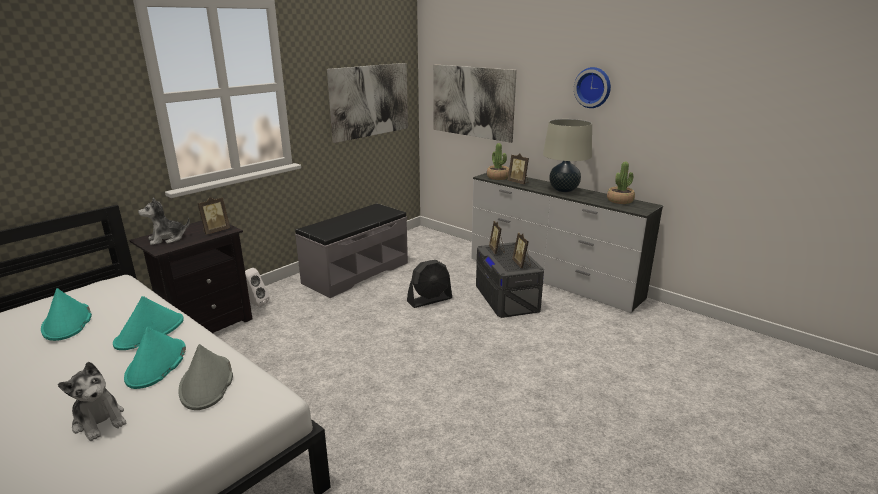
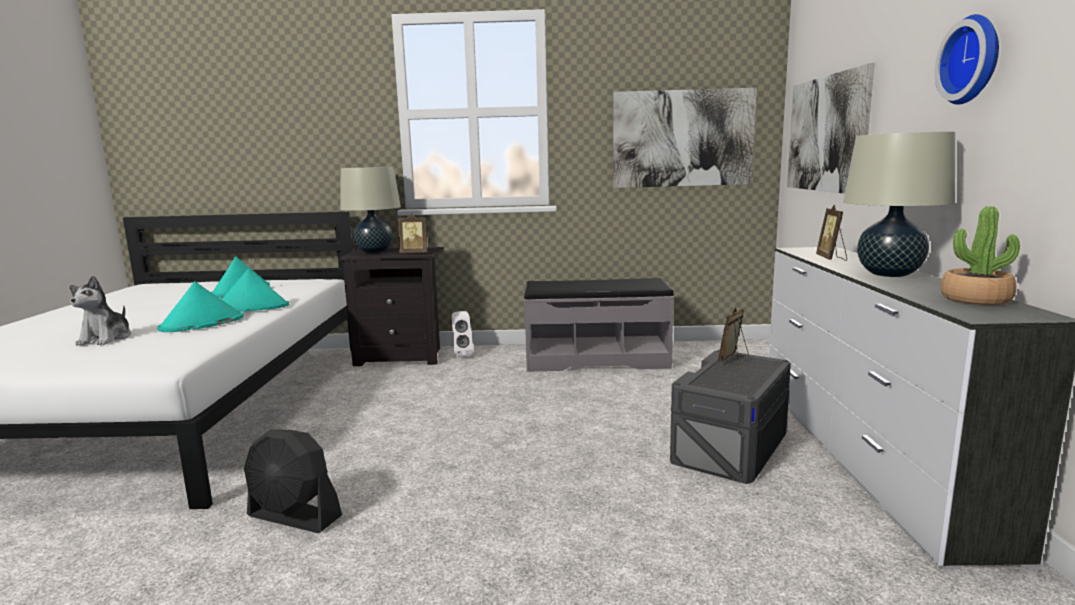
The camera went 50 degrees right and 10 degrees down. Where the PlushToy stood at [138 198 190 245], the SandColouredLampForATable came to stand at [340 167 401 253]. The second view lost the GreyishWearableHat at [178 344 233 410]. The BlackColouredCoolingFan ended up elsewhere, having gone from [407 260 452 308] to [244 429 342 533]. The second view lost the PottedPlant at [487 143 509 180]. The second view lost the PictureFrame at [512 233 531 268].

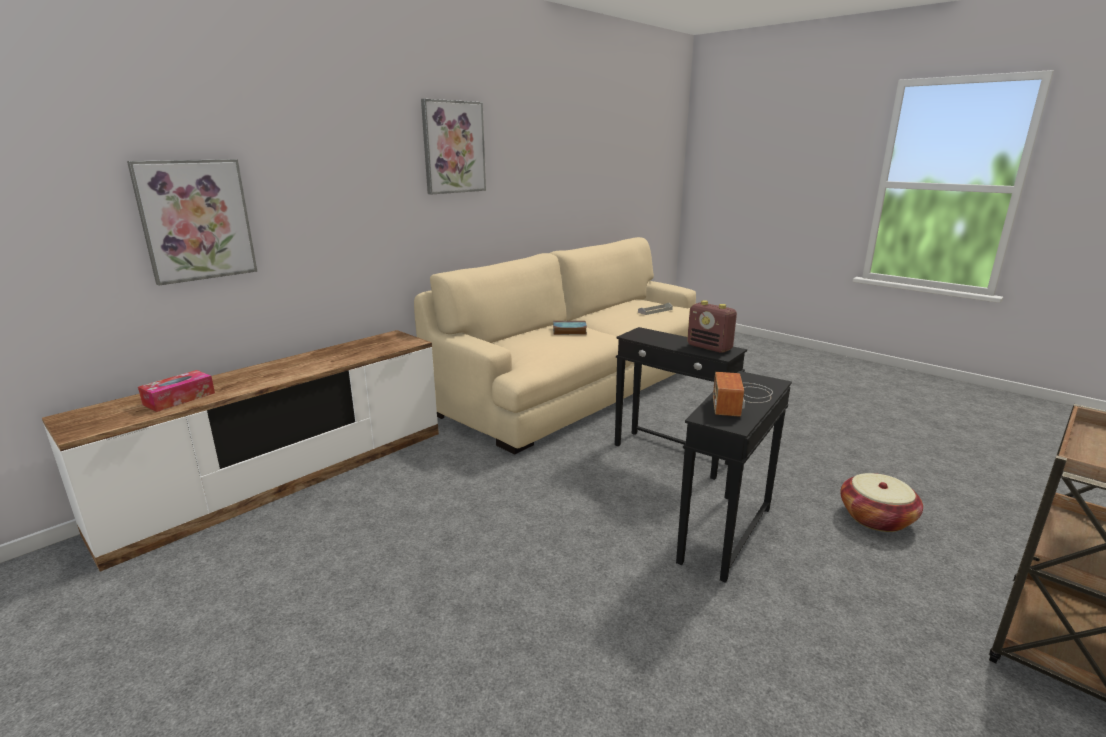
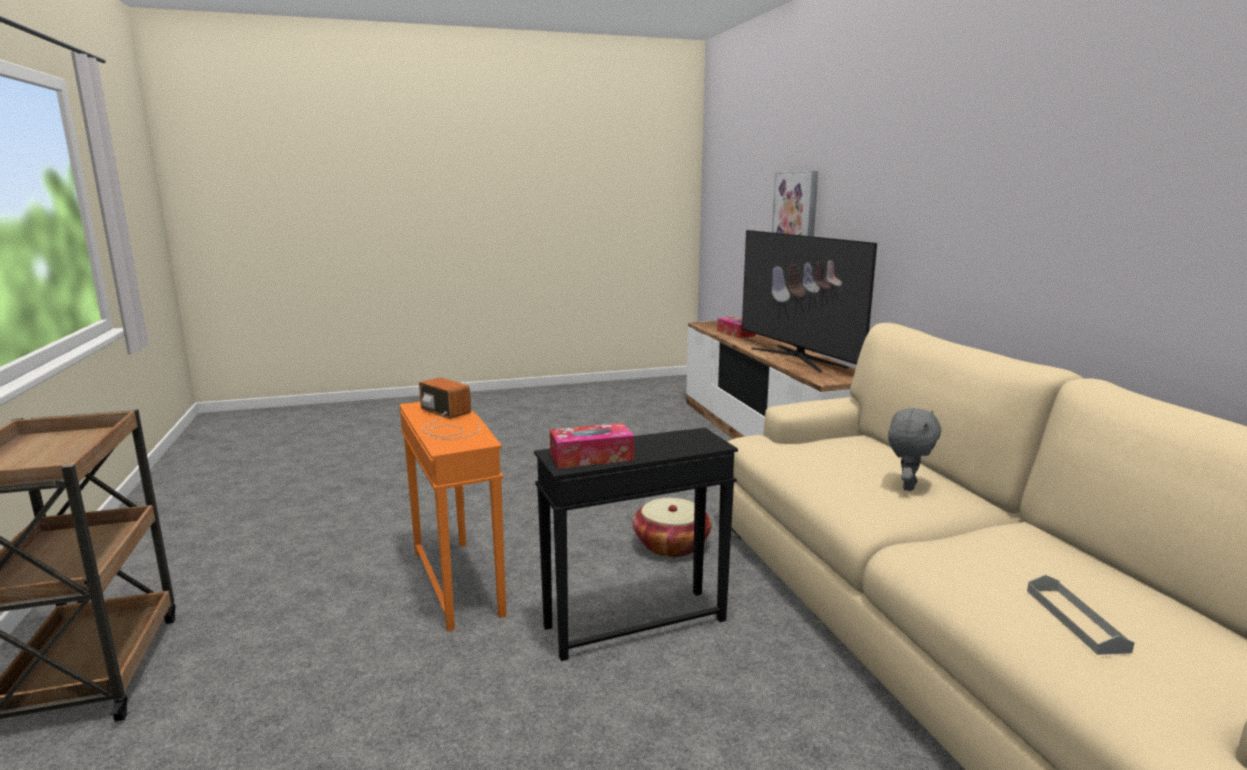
The camera went 120 degrees right and 5 degrees down. The second view lost the WallArt at [421 99 486 194]. Where the Book stood at [553 321 587 335], the GreyishPlushToy came to stand at [888 408 941 491]. What was the BlackColouredAccentTable at [676 371 792 583] turned into the OrangeColouredAccentTable at [399 402 506 631]. Where the RadioSet stood at [687 300 737 353], the TissueHolder came to stand at [550 423 634 468]. The Basket ended up elsewhere, having gone from [840 473 923 532] to [633 498 712 557]. The second view gained the TvSet at [742 230 877 372].

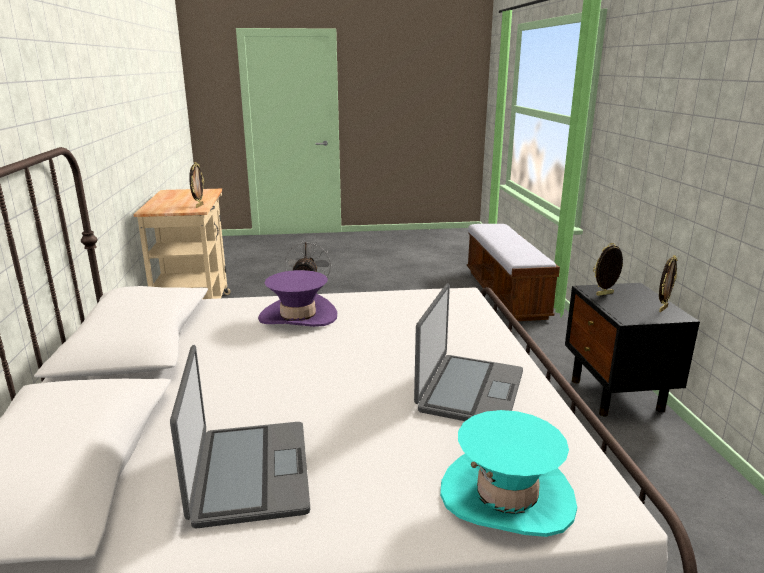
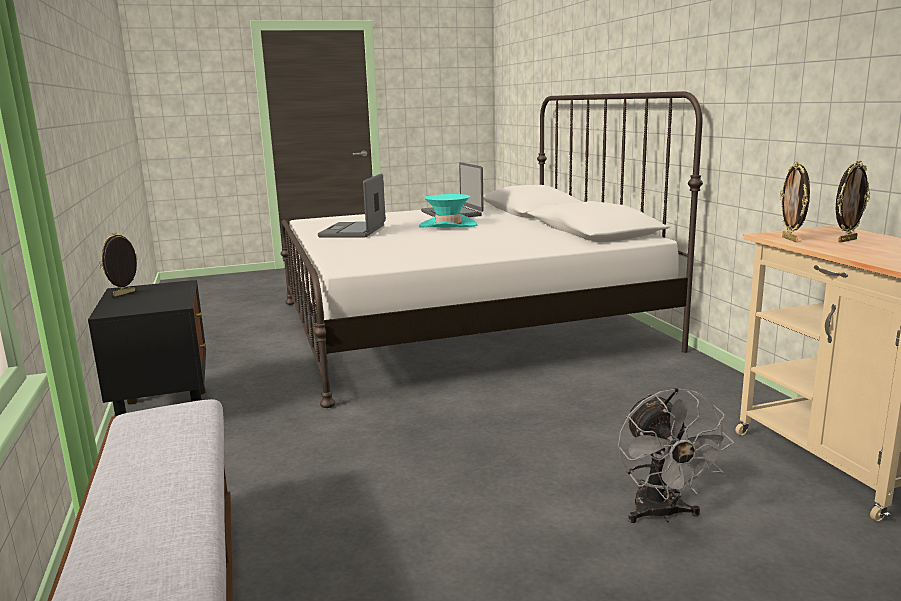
The camera went 170 degrees right and 5 degrees down. The second view lost the PurplishWearableHat at [258 270 337 327]. The BlueGreenWearableHat ended up elsewhere, having gone from [440 410 577 537] to [419 194 477 228]. The PictureFrame ended up elsewhere, having gone from [593 243 623 296] to [836 160 870 243].

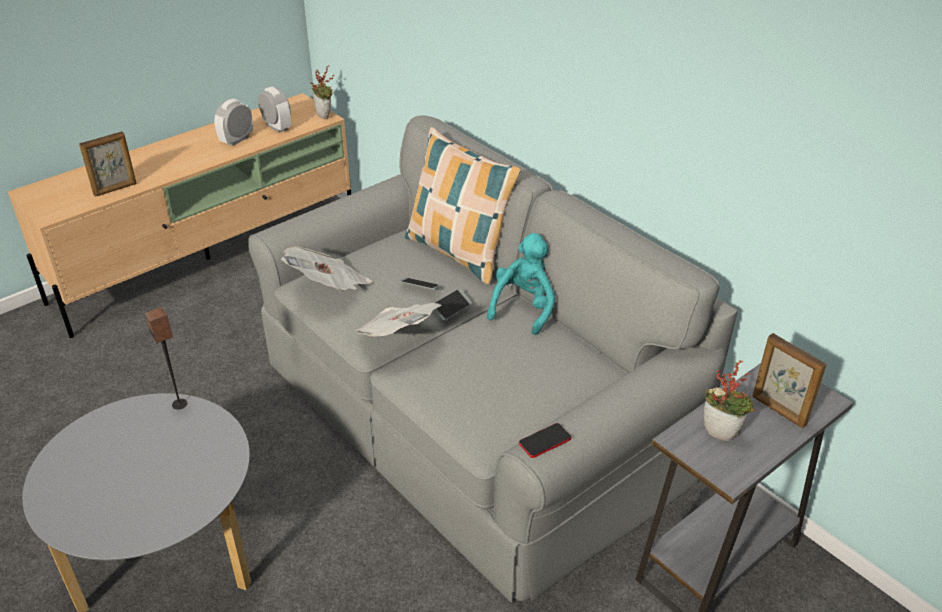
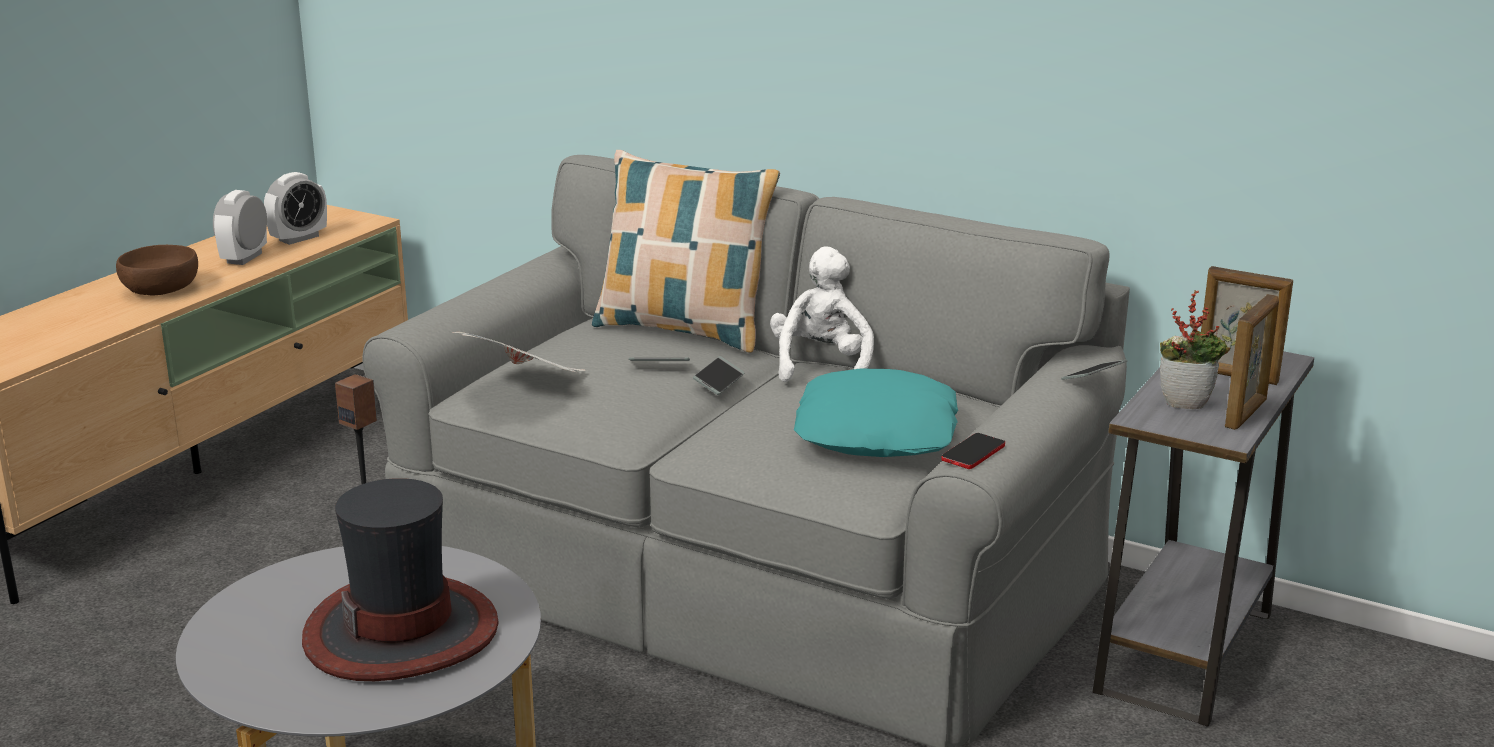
The camera went 20 degrees left and 15 degrees down. The PictureFrame ended up elsewhere, having gone from [79 131 137 197] to [1225 294 1279 430]. The BedsideClock at [258 87 291 133] ended up facing another way, 105 degrees clockwise from before. The second view lost the PottedPlant at [310 65 335 119]. The second view lost the DailyPaper at [354 302 441 337]. What was the BlueGreenPlushToy at [487 233 556 335] turned into the WhitePlushToy at [770 246 874 382]. The second view gained the BrownDeepDish at [116 245 198 295]. The second view gained the WearableHat at [302 478 499 681]. The second view gained the BlueGreenThrowPillow at [794 368 958 457]. The second view gained the Telephone at [1061 359 1127 380].

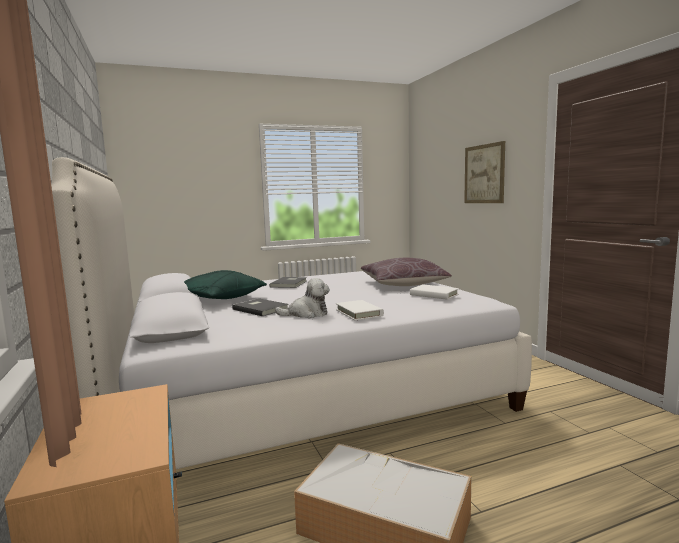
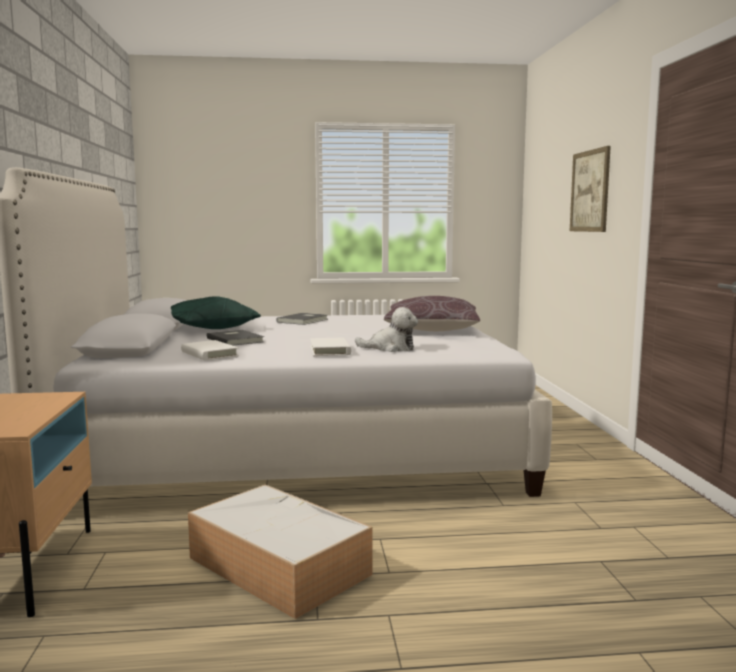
The camera went 15 degrees right and 0 degrees up. The PlushToy ended up elsewhere, having gone from [275 278 330 318] to [355 307 418 352]. The WhiteBook ended up elsewhere, having gone from [410 284 459 300] to [181 340 239 360].

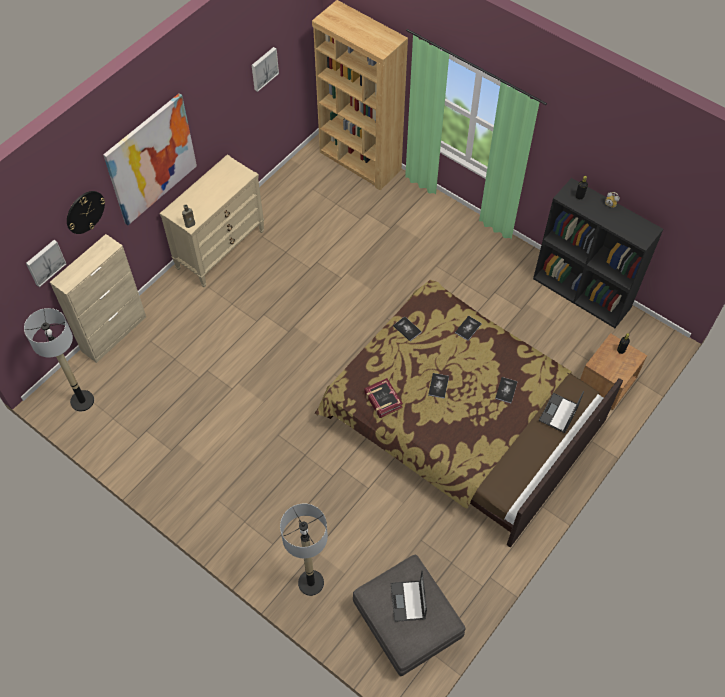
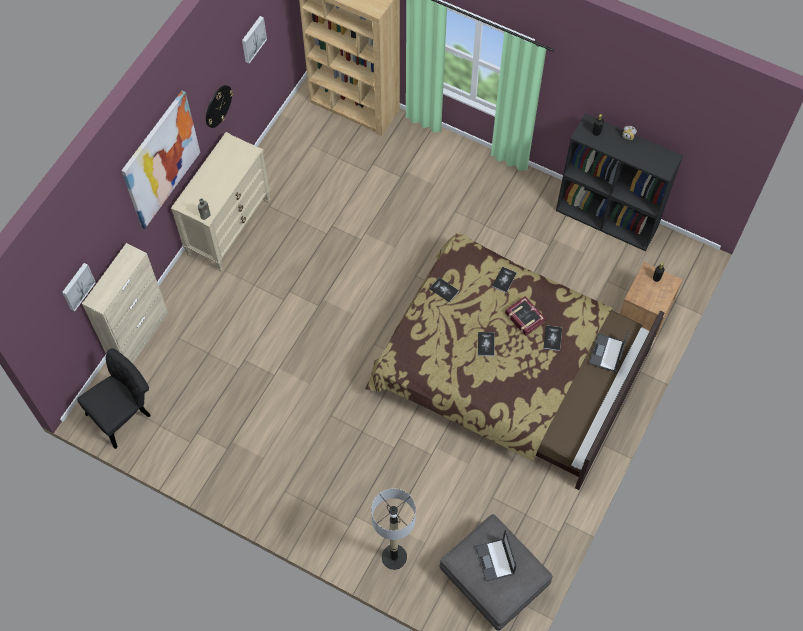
The camera went 10 degrees left and 5 degrees up. Where the StandingLamp stood at [24 308 94 412], the BlackColouredPlainChair came to stand at [77 348 150 449]. The HangingClock ended up elsewhere, having gone from [67 191 105 234] to [206 85 233 128]. The Book ended up elsewhere, having gone from [364 378 403 418] to [505 296 546 336].

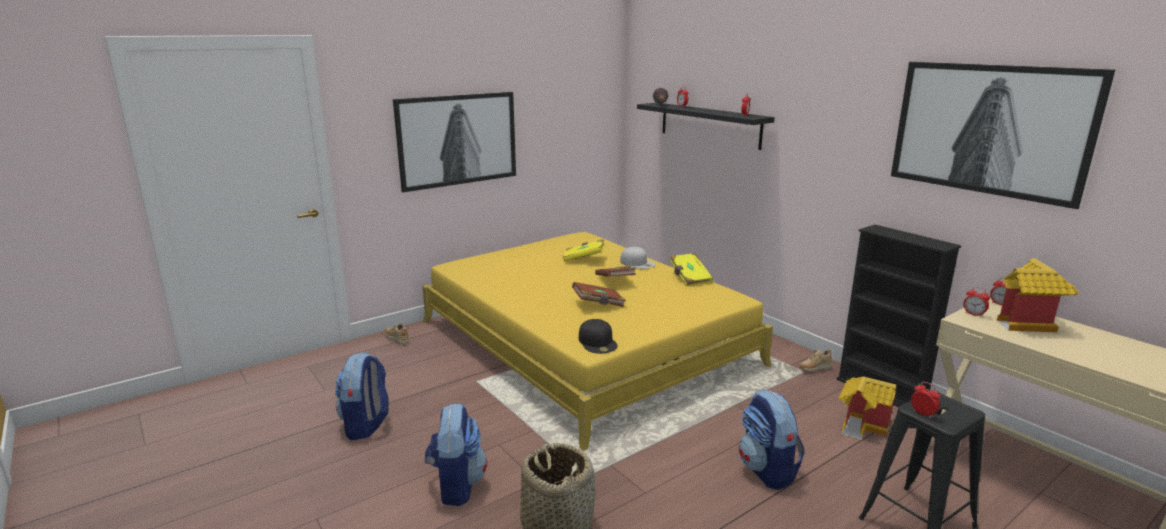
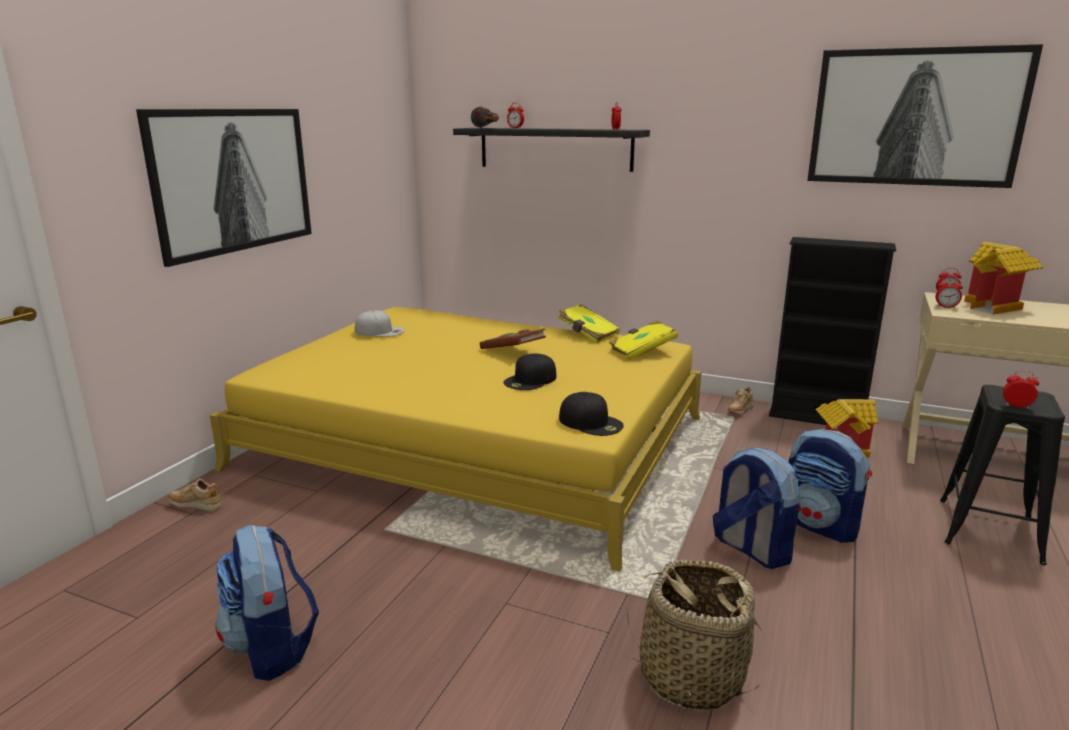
The camera went 30 degrees left and 0 degrees up. The Knapsack ended up elsewhere, having gone from [425 404 487 506] to [713 448 799 569]. The YellowColouredBook ended up elsewhere, having gone from [563 239 605 262] to [609 320 678 360]. Where the BrownBook stood at [572 282 626 307], the BlackColouredBaseballCap came to stand at [503 353 557 390]. The WhiteBaseballCap ended up elsewhere, having gone from [620 247 655 269] to [355 310 404 337].

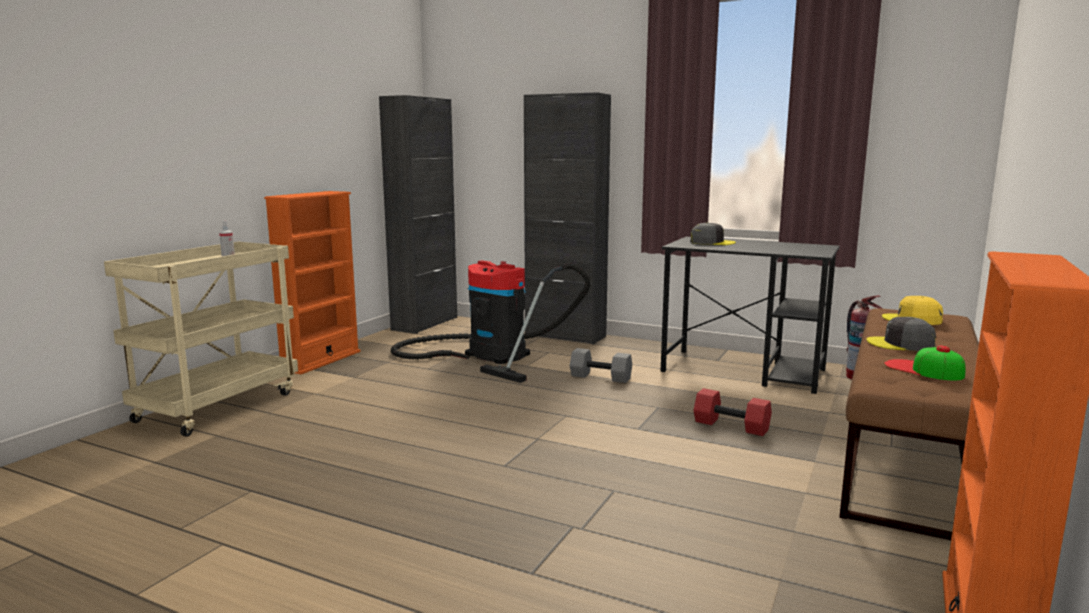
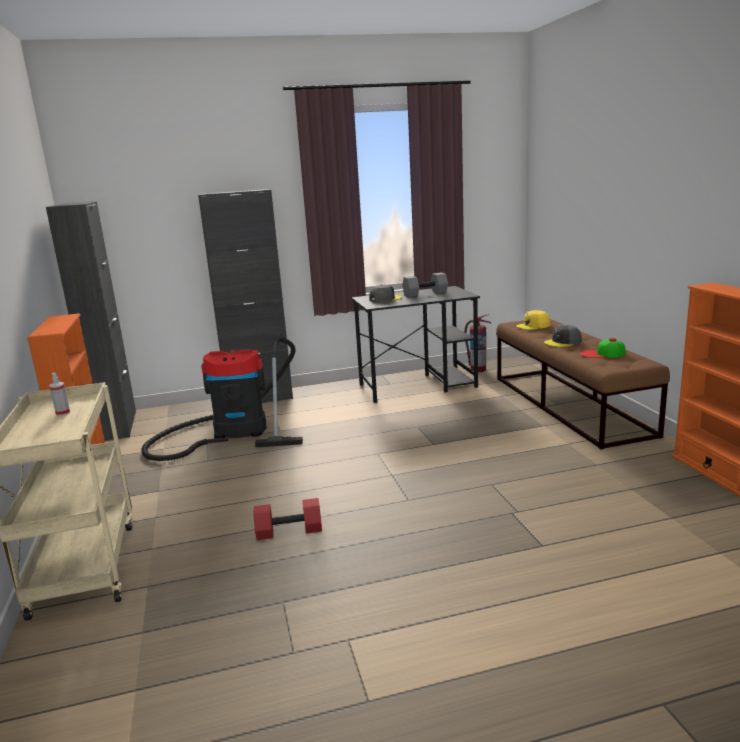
The camera went 40 degrees left and 5 degrees up. The GreyishHandWeight ended up elsewhere, having gone from [570 348 632 383] to [402 272 448 297]. The ReddishHandWeight ended up elsewhere, having gone from [694 388 772 436] to [253 498 322 540].

